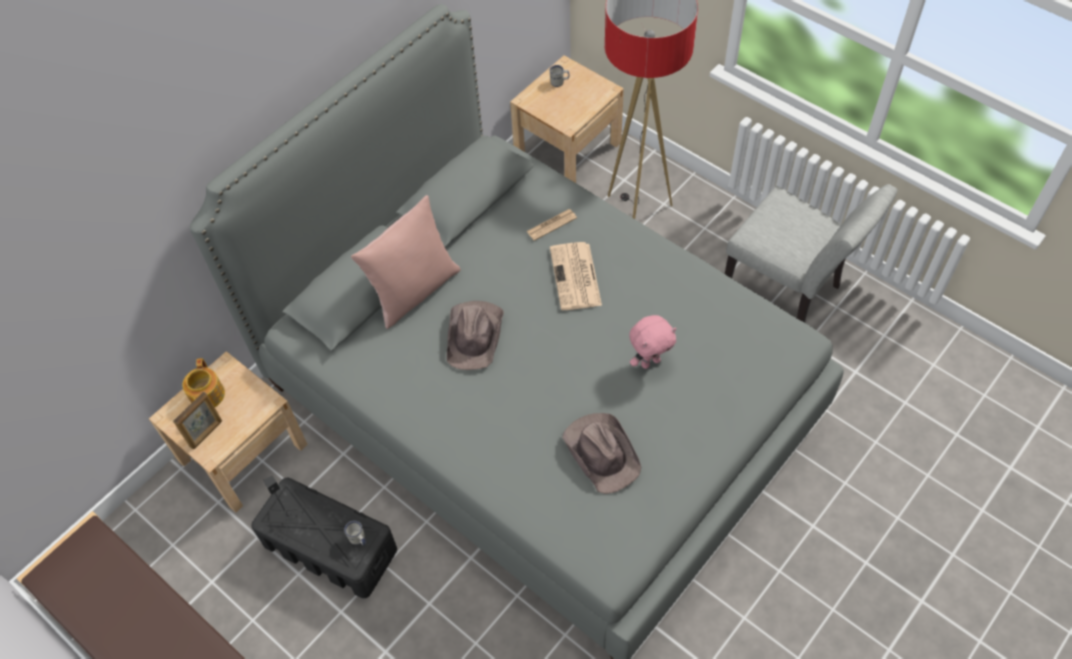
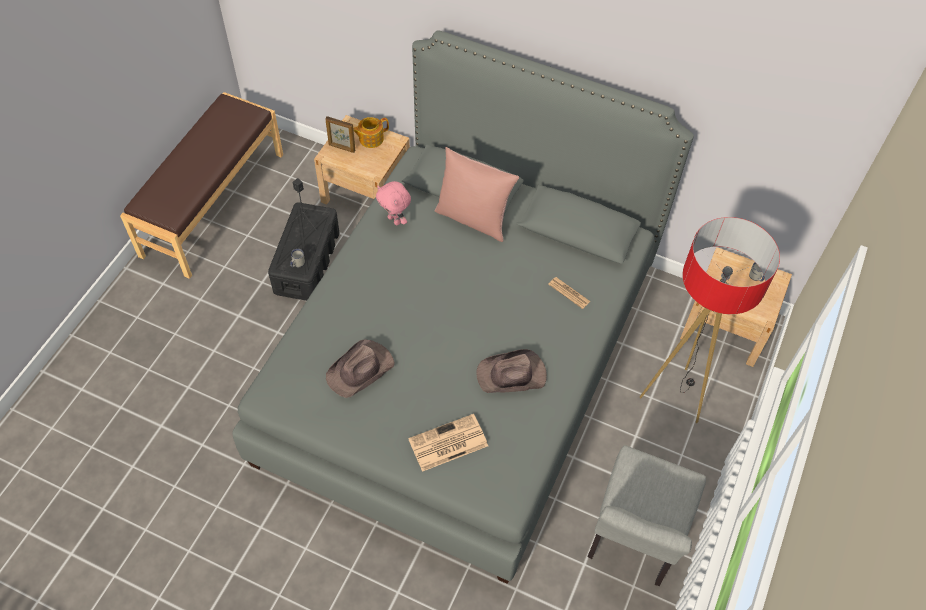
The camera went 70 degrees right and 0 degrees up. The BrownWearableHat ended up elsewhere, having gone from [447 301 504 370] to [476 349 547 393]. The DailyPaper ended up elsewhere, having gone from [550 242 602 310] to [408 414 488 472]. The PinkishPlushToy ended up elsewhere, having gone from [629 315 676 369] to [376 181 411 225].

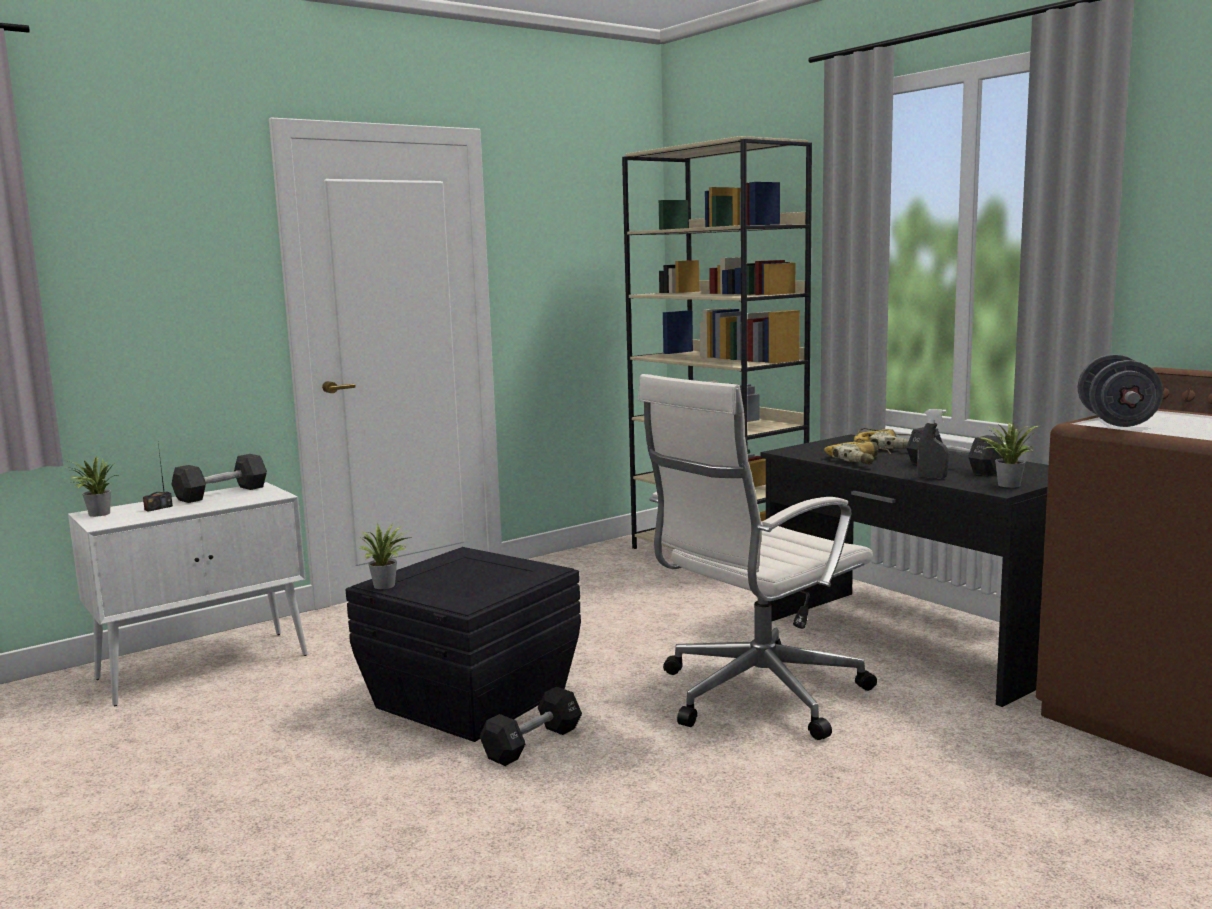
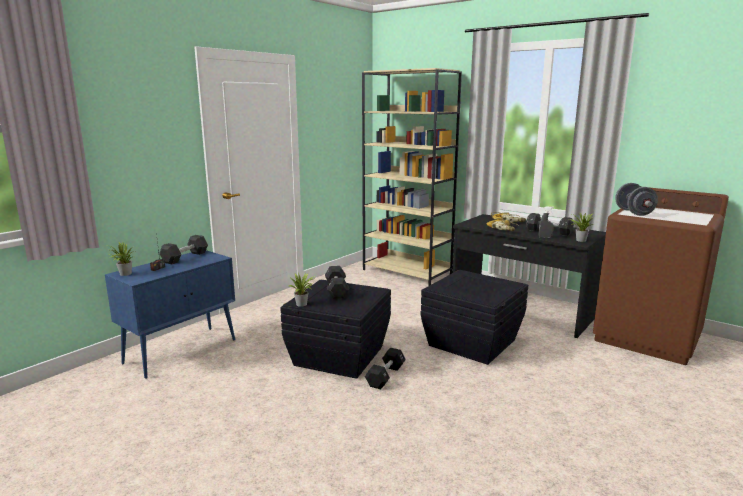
The camera went 15 degrees left and 5 degrees up. What was the WhiteStorageCabinet at [68 482 308 706] turned into the BluishStorageCabinet at [105 250 235 379]. Where the WhiteDeskChair stood at [638 374 877 740], the BlackColouredStorageContainer came to stand at [421 270 528 365]. The second view gained the BlackColouredHandWeight at [325 266 349 299].

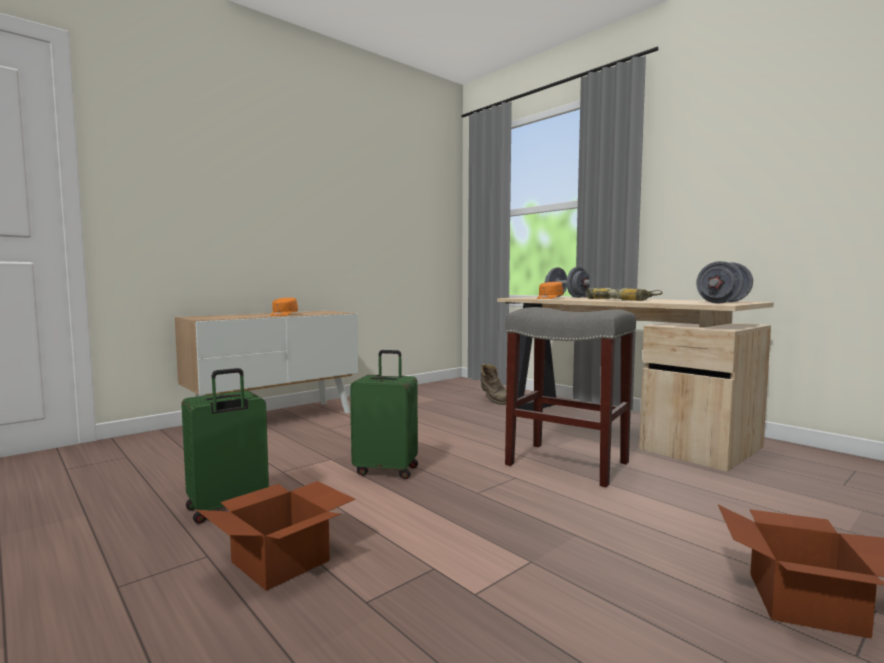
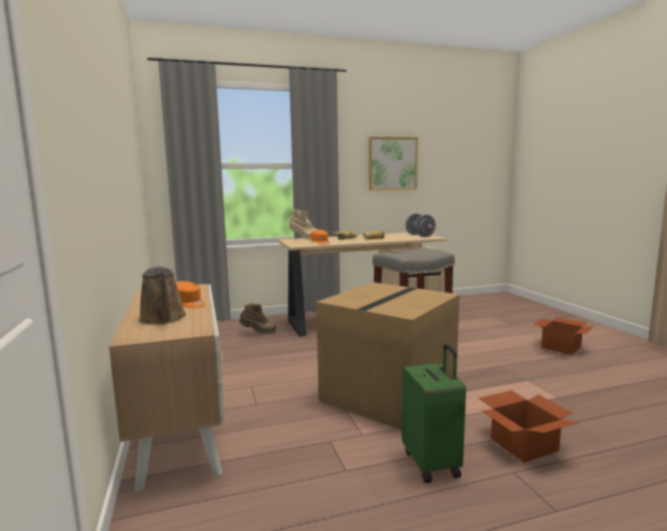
The camera went 65 degrees left and 5 degrees up. Where the GreenTravelCase stood at [350 350 418 479], the CardboardBox came to stand at [316 282 460 430]. Where the GreyishHandWeight stood at [544 267 592 298], the SandColouredTallBoot came to stand at [289 210 317 240]. The second view gained the BrownWateringCan at [138 266 186 325]. The second view gained the WallArt at [369 137 418 190].

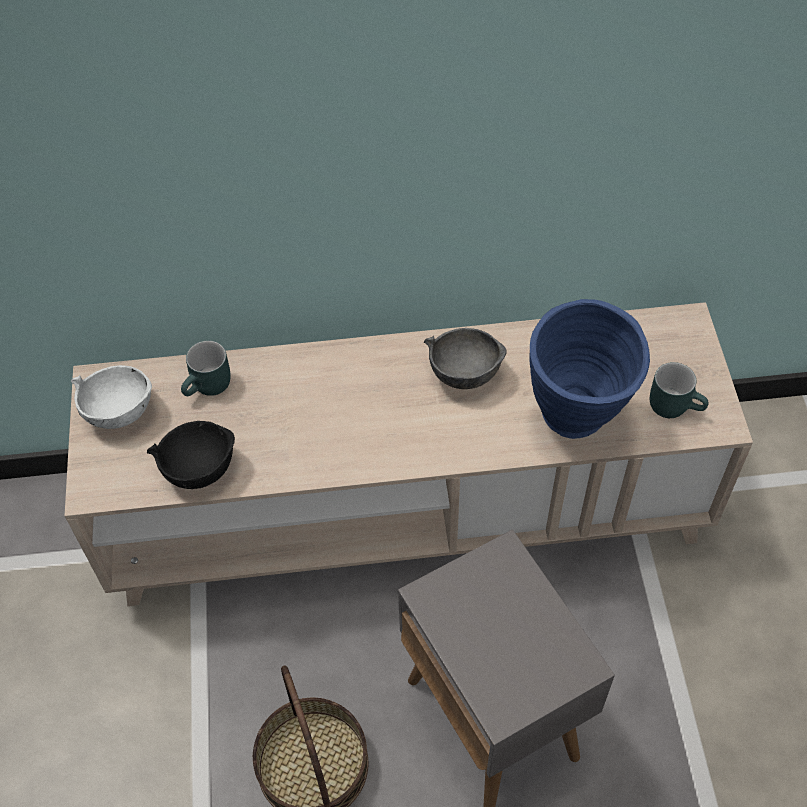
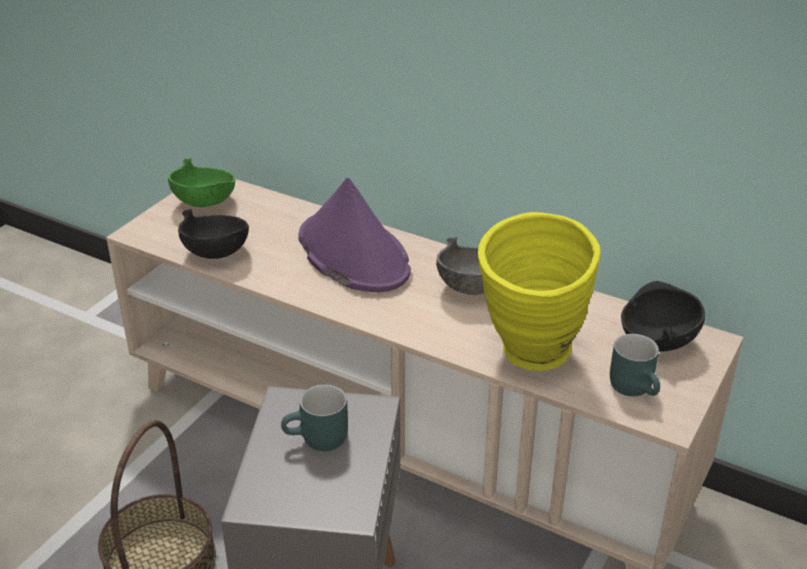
The camera went 35 degrees right and 20 degrees down. What was the WhiteDeepDish at [71 365 152 429] turned into the GreenDeepDish at [168 158 235 207]. The BlueGreenTeaMug ended up elsewhere, having gone from [181 341 231 396] to [281 384 348 451]. What was the BluishVase at [529 299 650 439] turned into the YellowColouredVase at [478 212 601 371]. The second view gained the PurplishWearableHat at [298 178 411 292]. The second view gained the BlackColouredDeepDish at [621 281 705 352].

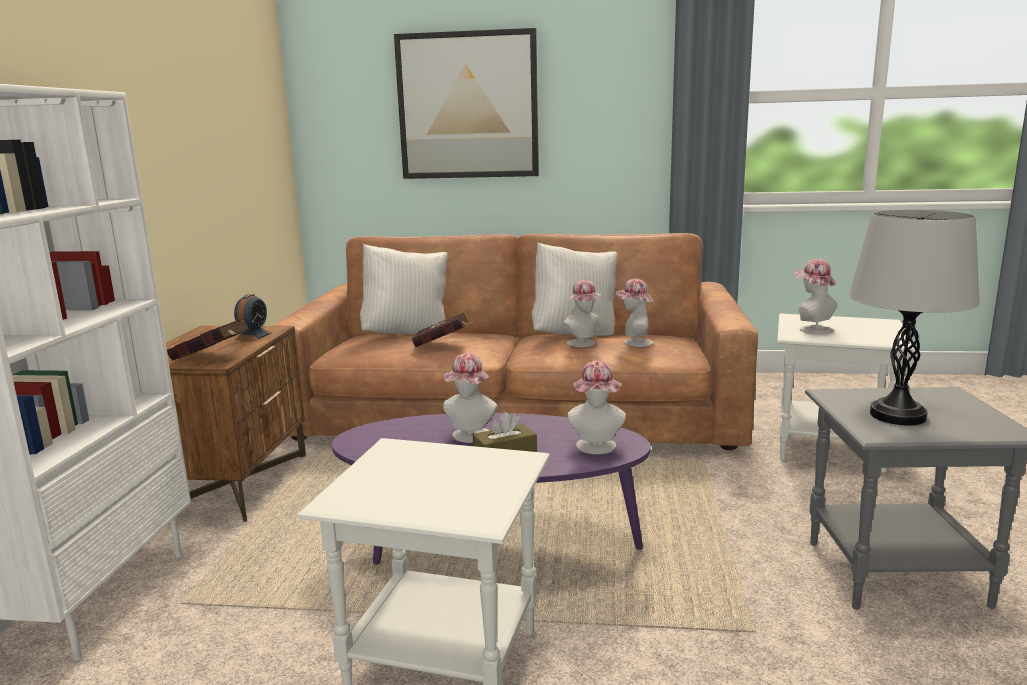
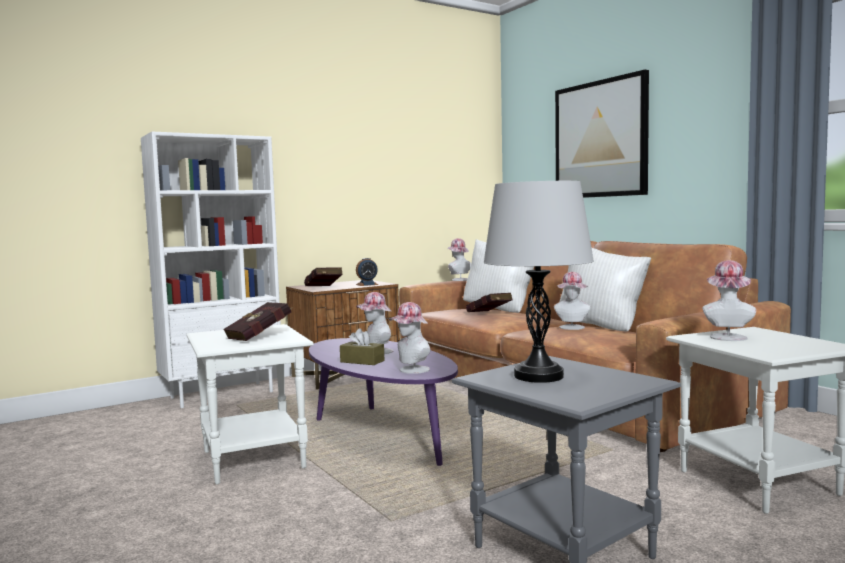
The camera went 50 degrees right and 10 degrees down. The WearableHat ended up elsewhere, having gone from [615 279 654 347] to [448 238 471 281]. The second view gained the ReddishBook at [223 302 293 341].

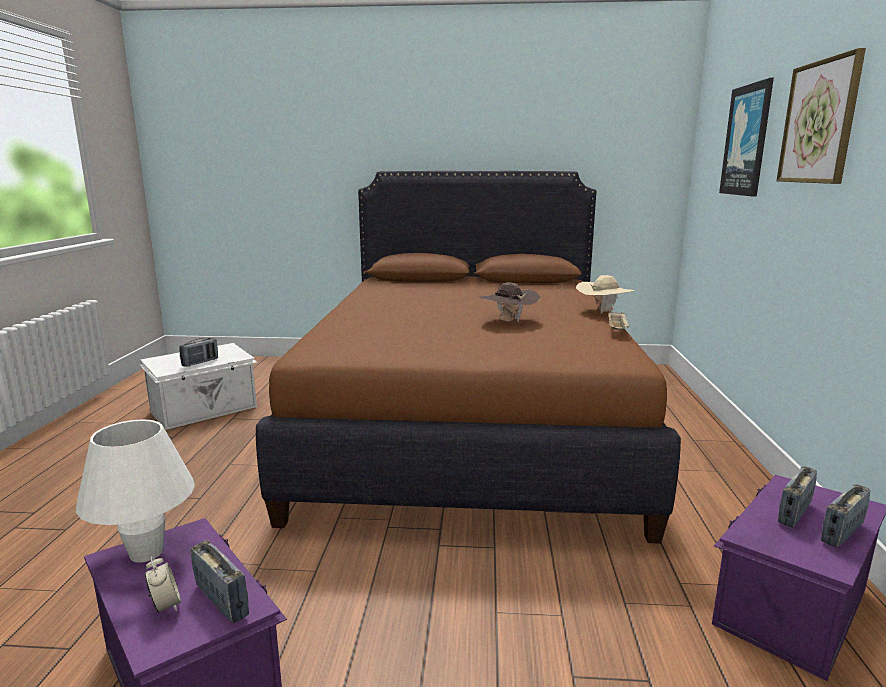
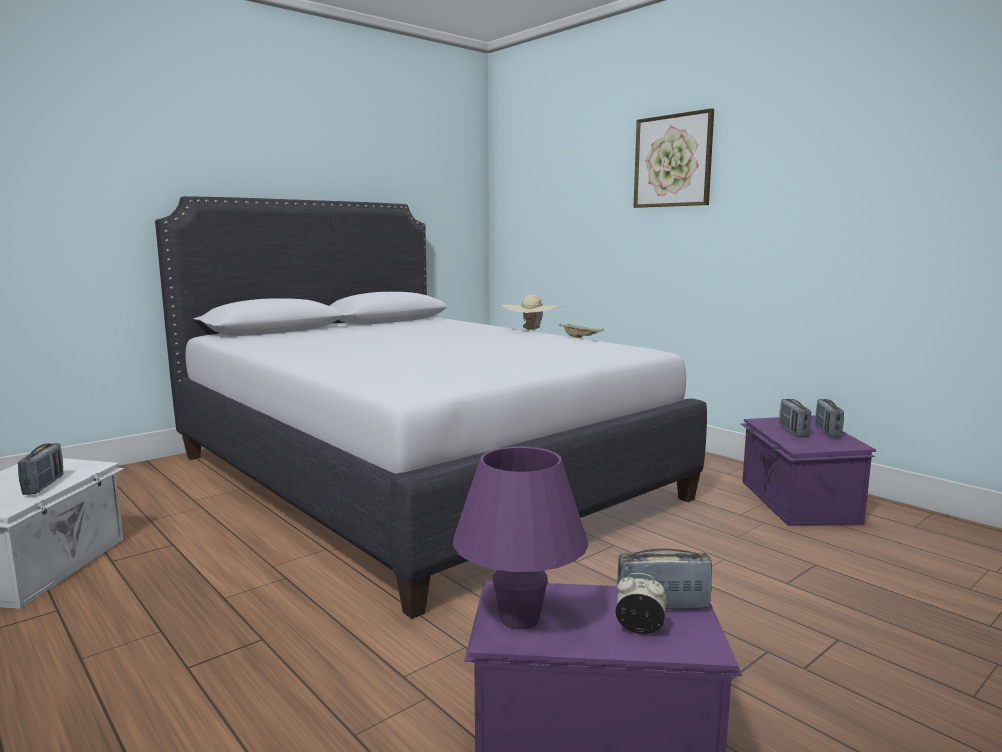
The camera went 45 degrees left and 5 degrees down. What was the WhiteLampForATable at [76 419 195 563] turned into the PurplishLampForATable at [453 446 589 629]. What was the BrownBedroomBed at [256 171 681 544] turned into the WhiteBedroomBed at [155 196 707 619]. The second view lost the BrownWearableHat at [479 282 540 322]. The second view lost the WallArt at [719 78 774 197].

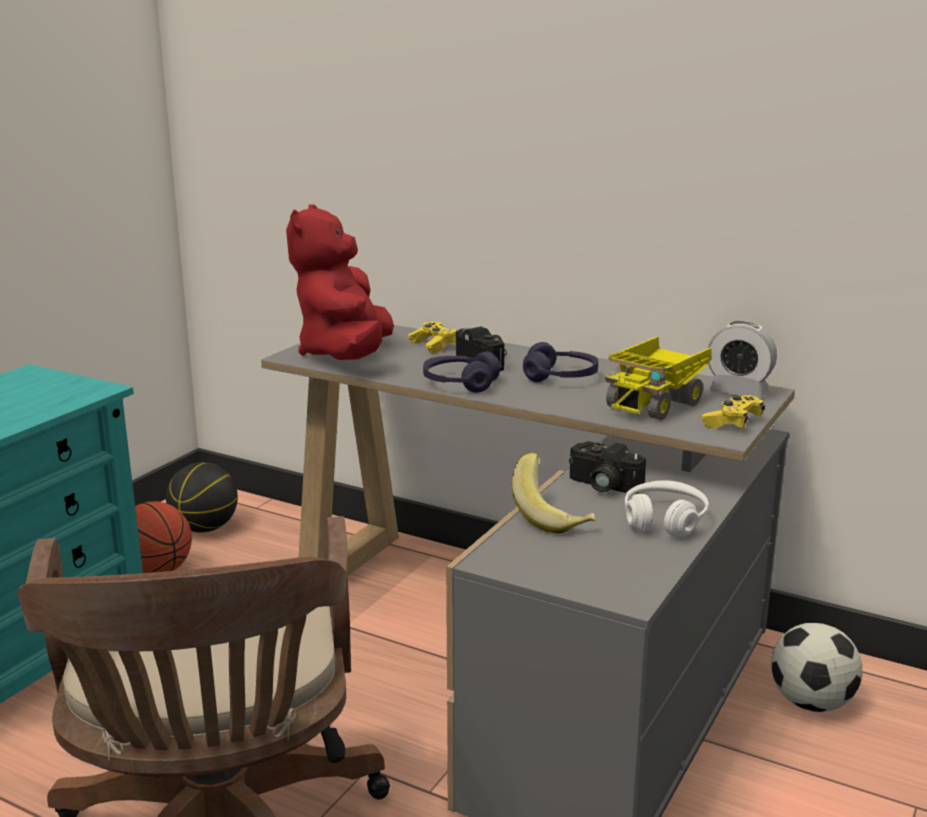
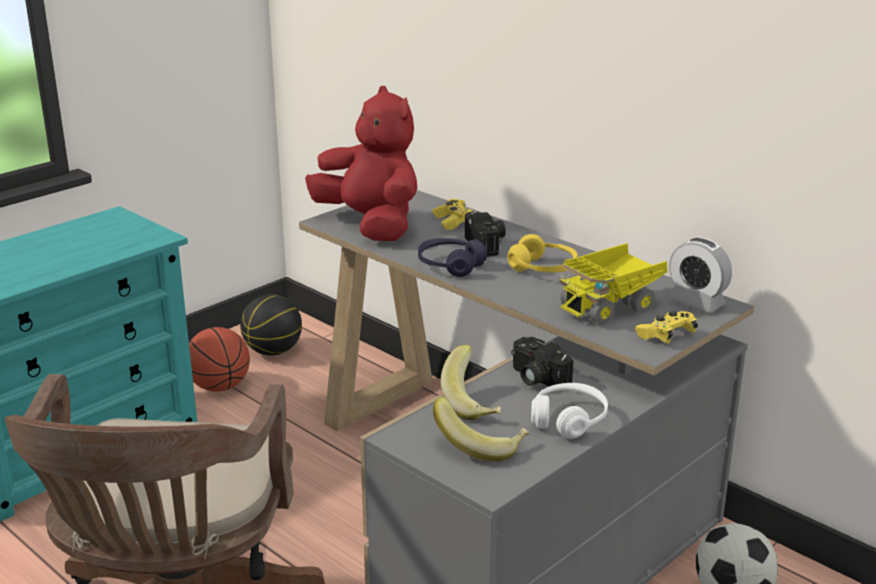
The camera went 15 degrees right and 5 degrees up. The ReddishPlushToy at [286 204 394 360] ended up facing another way, 120 degrees clockwise from before. What was the PurplishHeadset at [523 342 598 382] turned into the YellowColouredHeadset at [507 234 578 272]. The second view gained the Banana at [433 397 529 461].

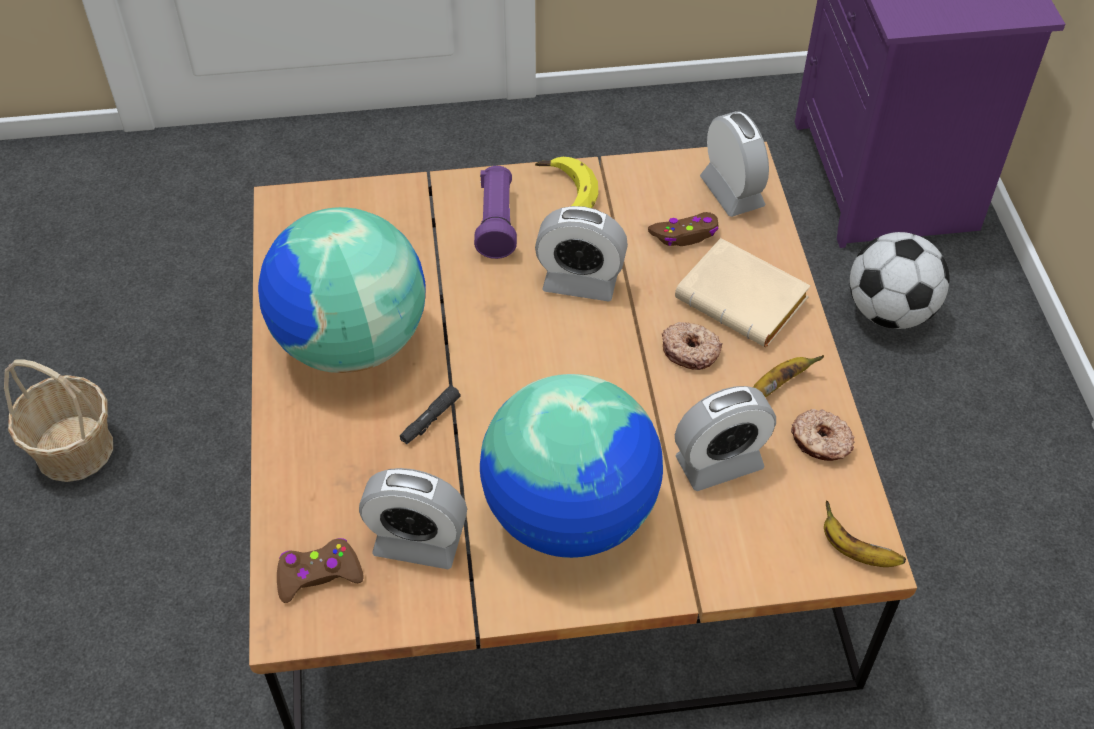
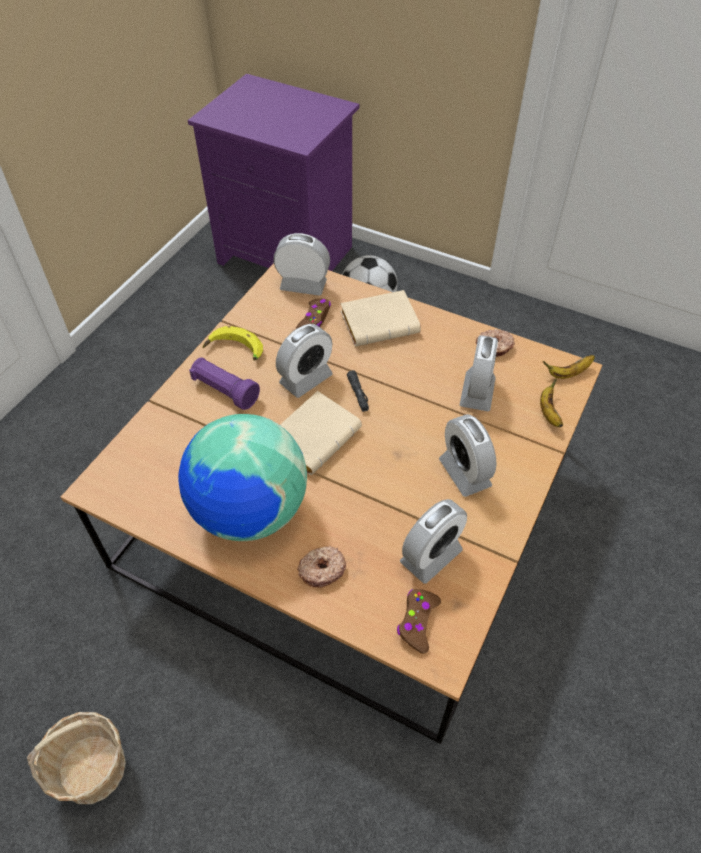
The camera went 55 degrees left and 0 degrees up. The BlackColouredHandTorch ended up elsewhere, having gone from [400 385 461 444] to [347 370 369 412]. Where the Globe stood at [480 374 663 558], the BedsideClock came to stand at [439 414 497 497]. The Doughnut ended up elsewhere, having gone from [662 322 723 370] to [297 546 346 588]. The Banana ended up elsewhere, having gone from [753 355 824 397] to [540 378 563 427]. The second view gained the SandColouredBook at [280 391 362 475].

